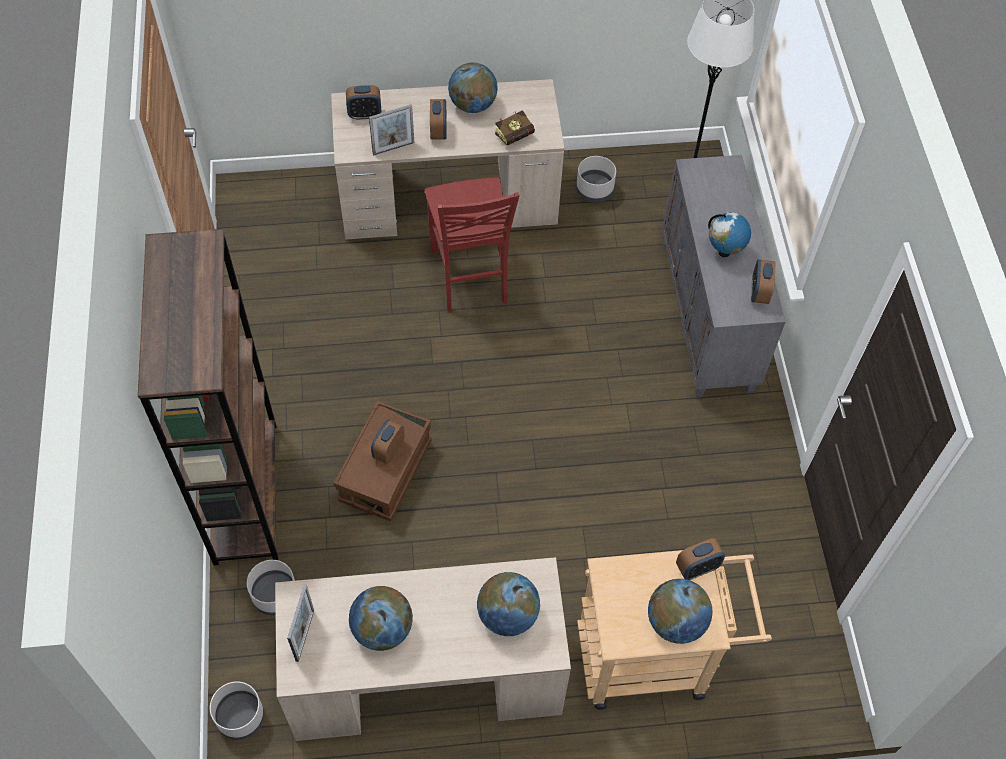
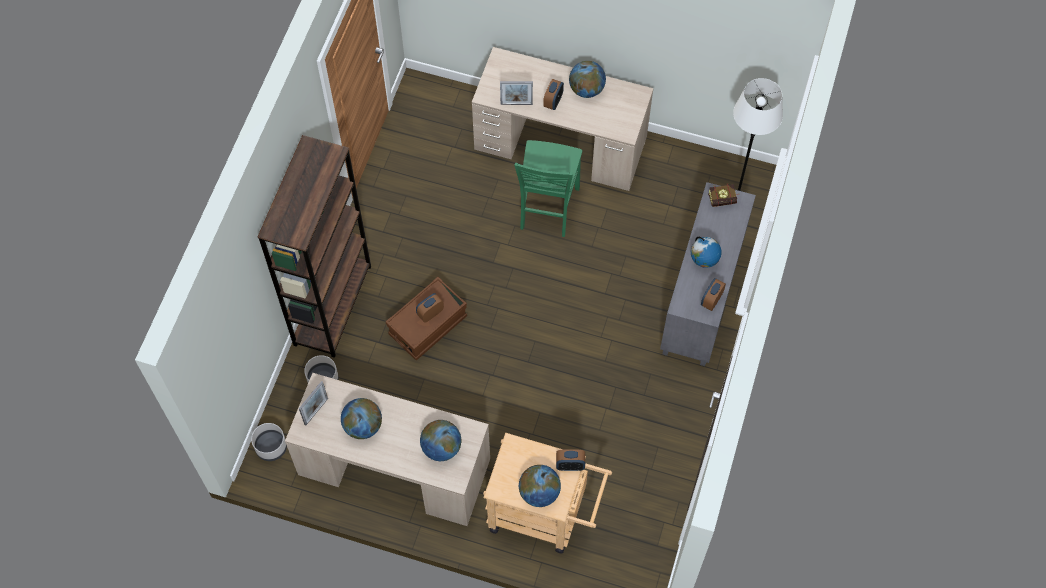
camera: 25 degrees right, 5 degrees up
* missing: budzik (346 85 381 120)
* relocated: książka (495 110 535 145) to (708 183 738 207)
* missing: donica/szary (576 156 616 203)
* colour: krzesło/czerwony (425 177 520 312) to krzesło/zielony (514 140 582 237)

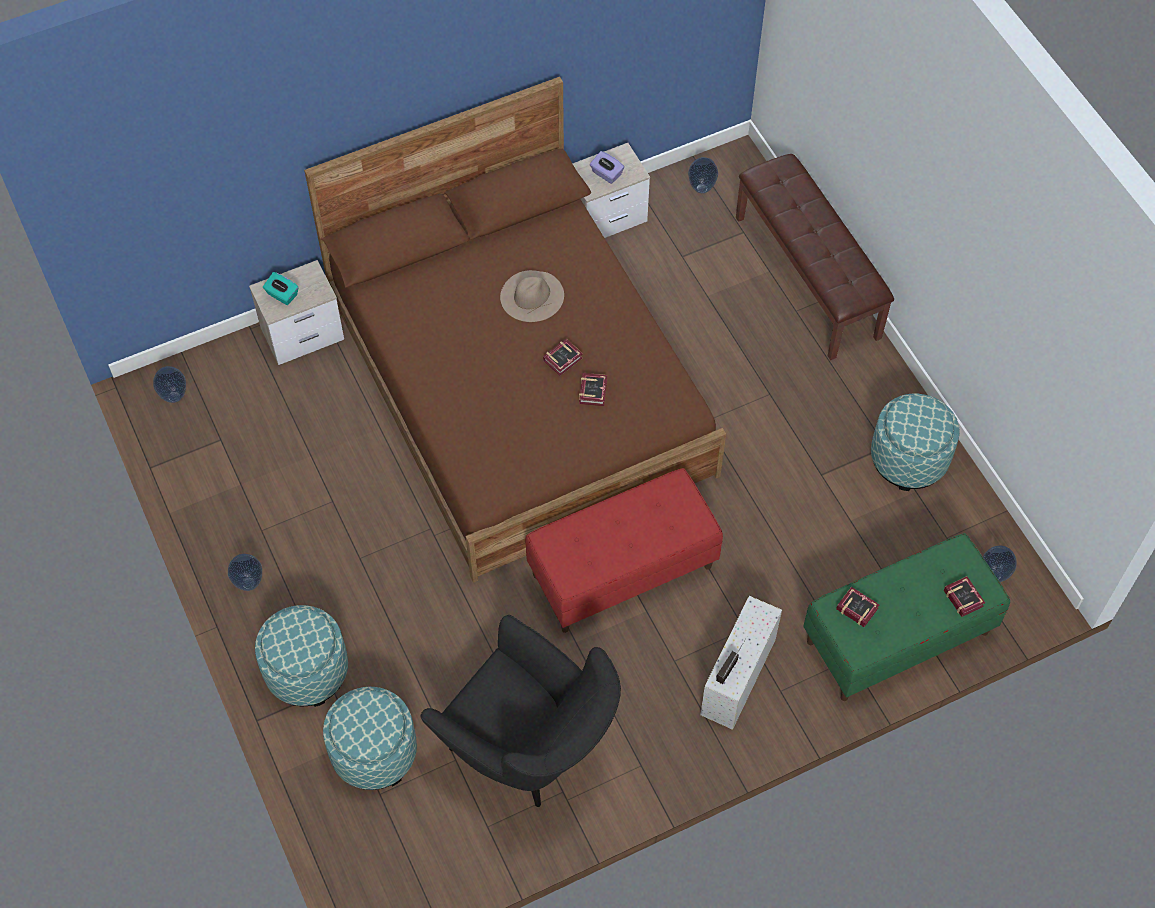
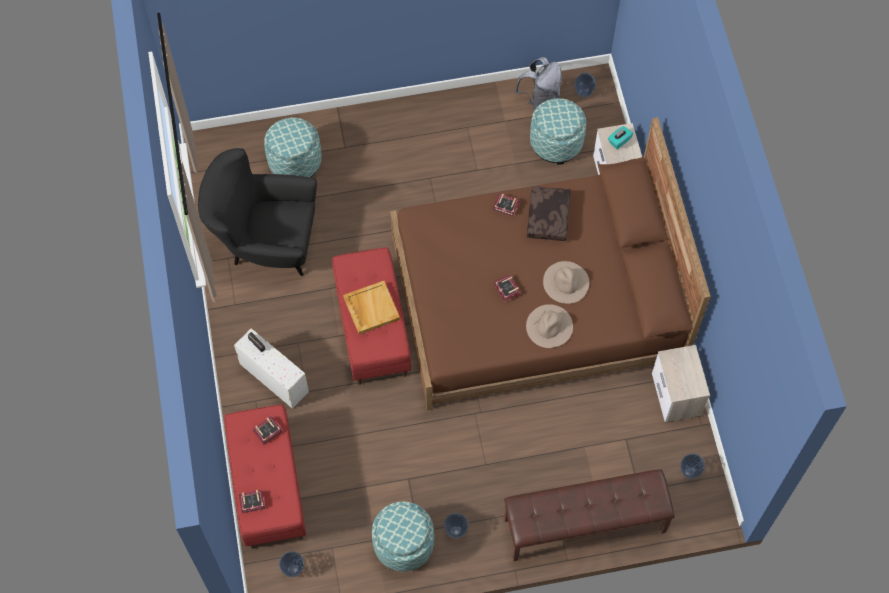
camera: 105 degrees right, 5 degrees up
* missing: pudełko chusteczek/fioletowy (590 151 624 184)
* relocated: książka (579 373 607 406) to (493 193 520 217)
* colour: ławka/zielony (803 533 1010 701) to ławka/czerwony (224 405 306 549)
* relocated: wazon (228 554 262 591) to (444 513 469 539)
* relocated: pufa (255 605 348 707) to (530 98 586 165)
* spun: fotel/czarny (420 615 621 807) = (198 148 317 276) 45 degrees clockwise
* appeared: plecak/szary (515 57 562 111)
* appeared: poduszka/brązowy (527 186 571 241)
* appeared: taca/beżowy (343 281 400 334)
* appeared: kapelusz/beżowy (526 304 573 348)

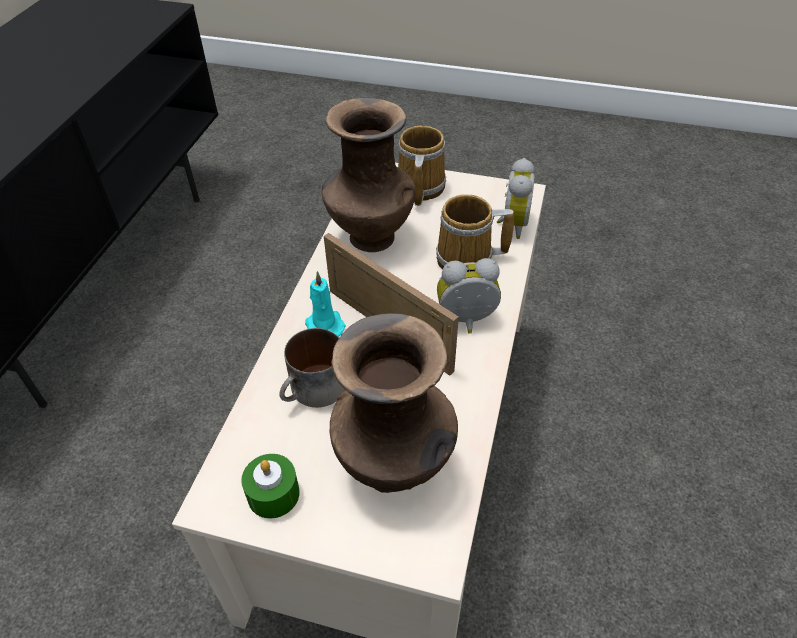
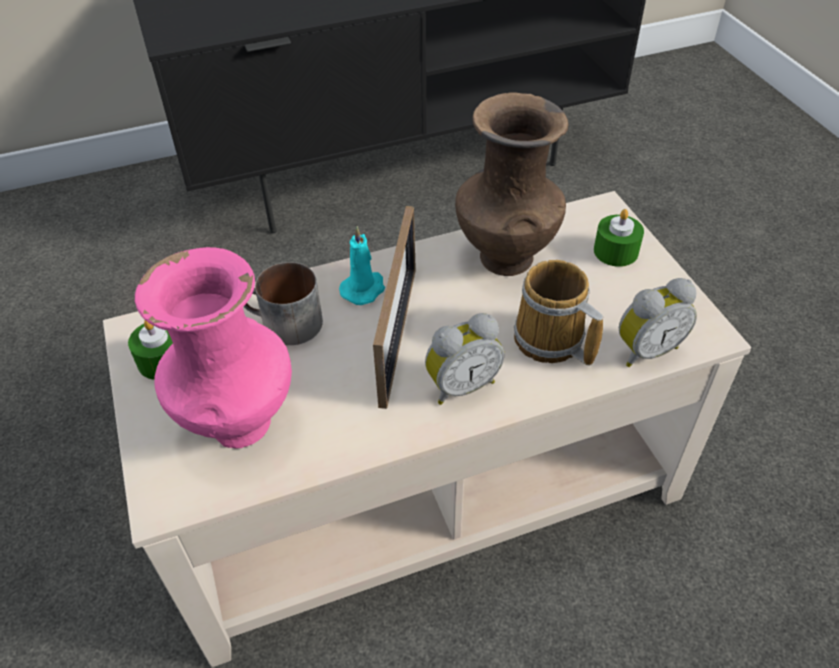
camera: 55 degrees right, 0 degrees up
* exchanged: kubek (398 126 446 206) to świeca/zielony (594 209 644 267)
* spun: budzik (437 258 501 333) = (425 313 504 405) 105 degrees clockwise
* colour: wazon/brązowy (330 313 458 493) to wazon/różowy (135 247 292 449)

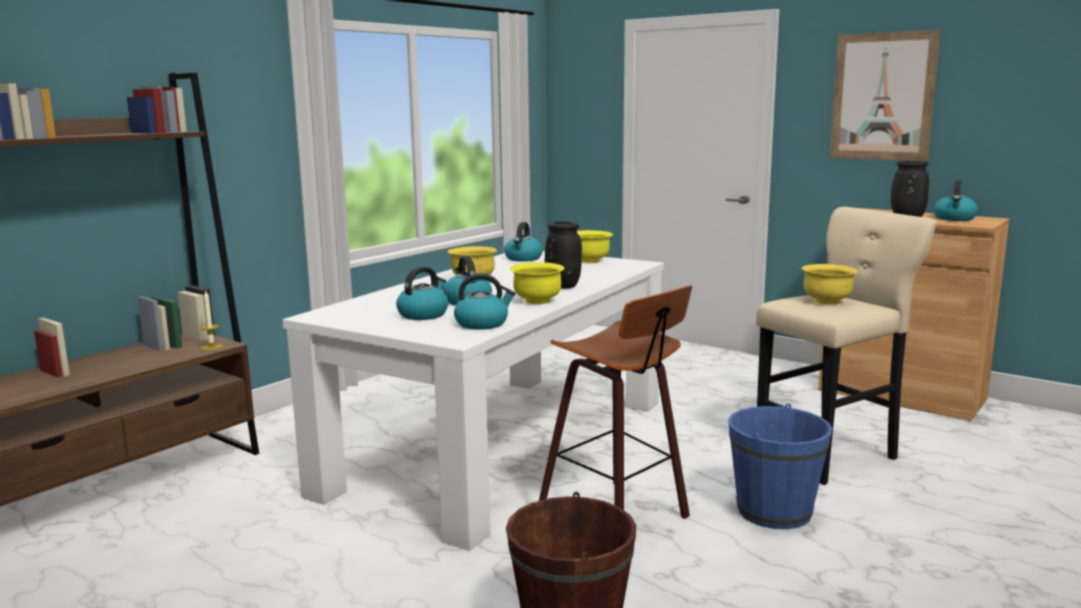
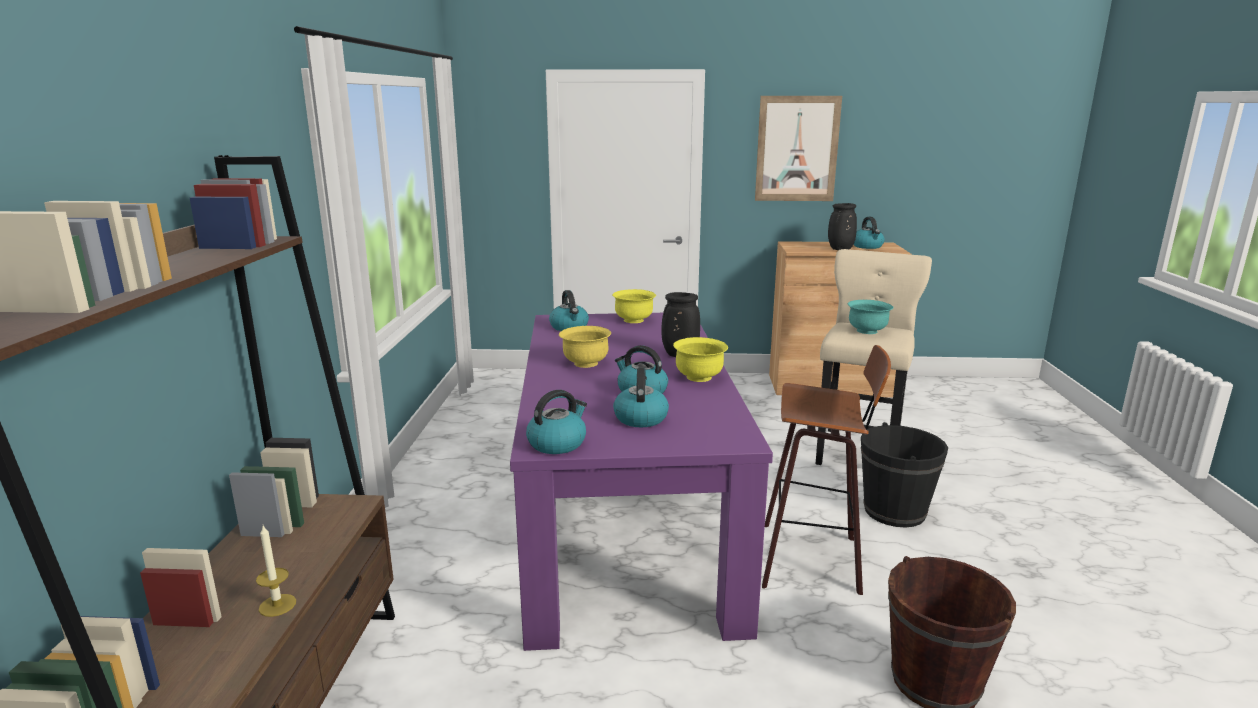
camera: 35 degrees left, 5 degrees up
* colour: stół jadalny/biały (283 251 664 551) to stół jadalny/fioletowy (510 313 773 651)
* colour: miska/żółty (801 264 858 304) to miska/turkusowy (848 300 894 334)
* relocated: czajnik (454 273 516 330) to (526 390 587 454)
* relocated: świeca (200 291 224 351) to (256 526 296 617)
* colour: wiadro/niebieski (728 403 832 529) to wiadro/czarny (861 422 948 528)

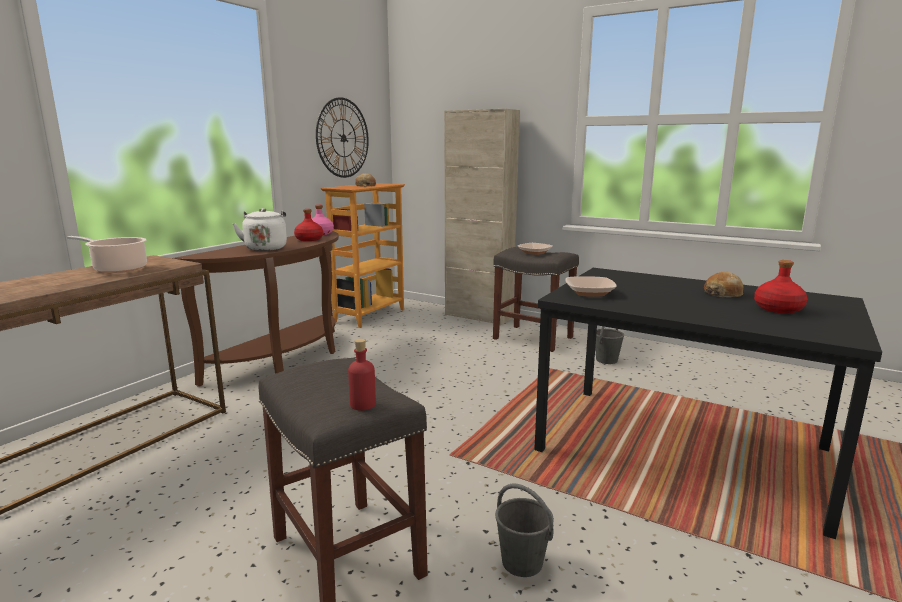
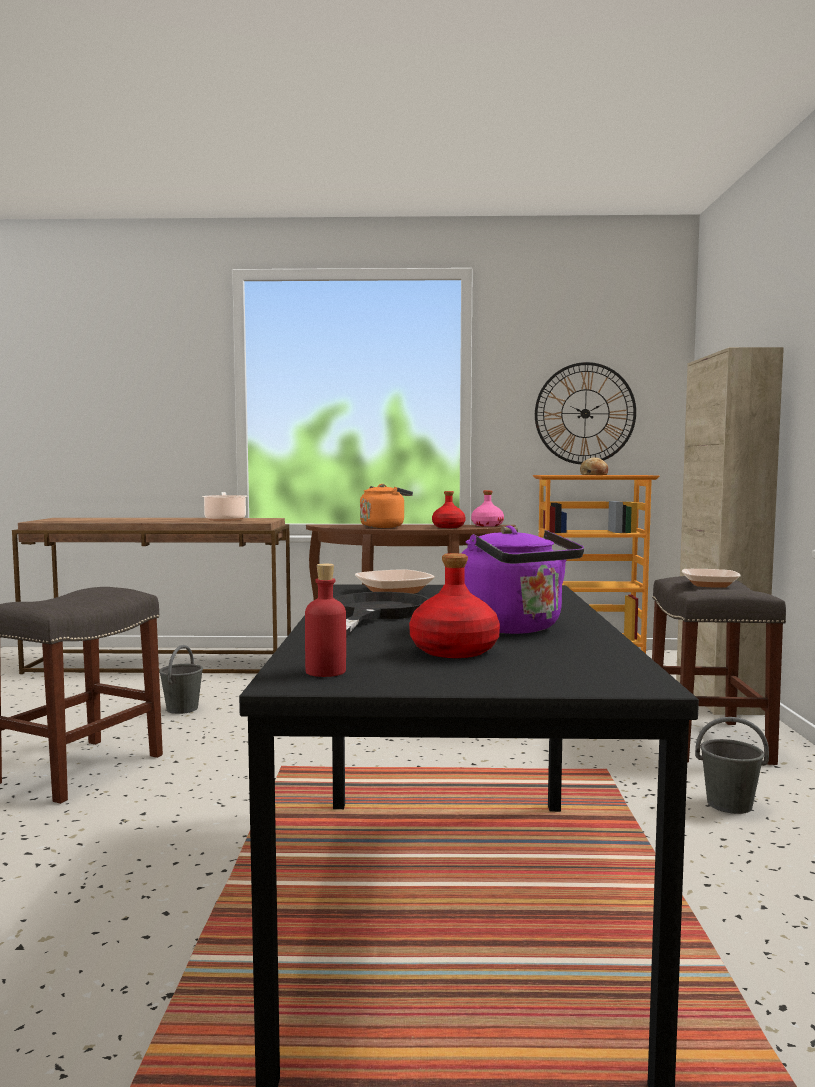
camera: 60 degrees right, 10 degrees down
* colour: czajnik/biały (233 208 287 251) to czajnik/pomarańczowy (360 484 413 528)
* exchanged: chleb (704 272 743 297) to czajnik/fioletowy (461 525 584 634)
* relocated: butelka/czerwony (348 339 376 410) to (305 564 346 677)
* relocated: wiadro/szary (495 483 554 577) to (159 645 203 714)
* appeared: patelnia/czarny (334 592 429 636)

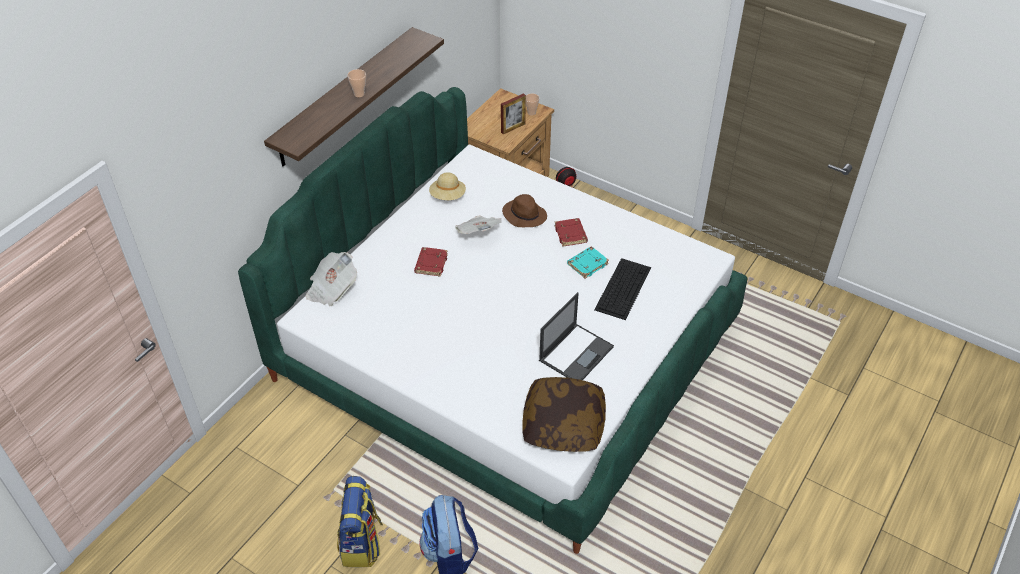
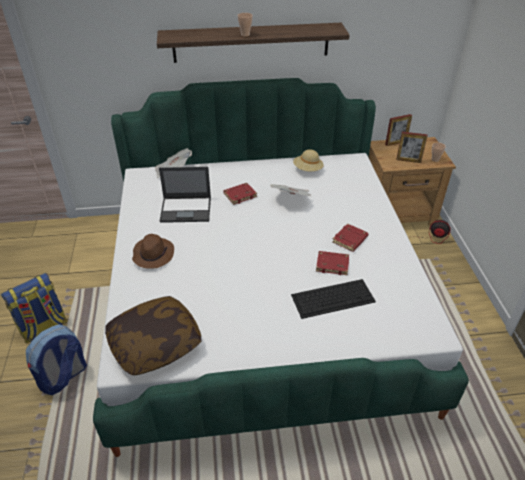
camera: 50 degrees right, 5 degrees down
* relocated: kapelusz/brązowy (502 194 547 227) to (132 234 174 269)
* colour: książka/turkusowy (567 247 609 278) to książka/czerwony (316 251 349 275)
* relocated: laptop (539 292 614 380) to (159 167 211 223)
* appeared: ramka na zdjęcie (385 114 412 146)

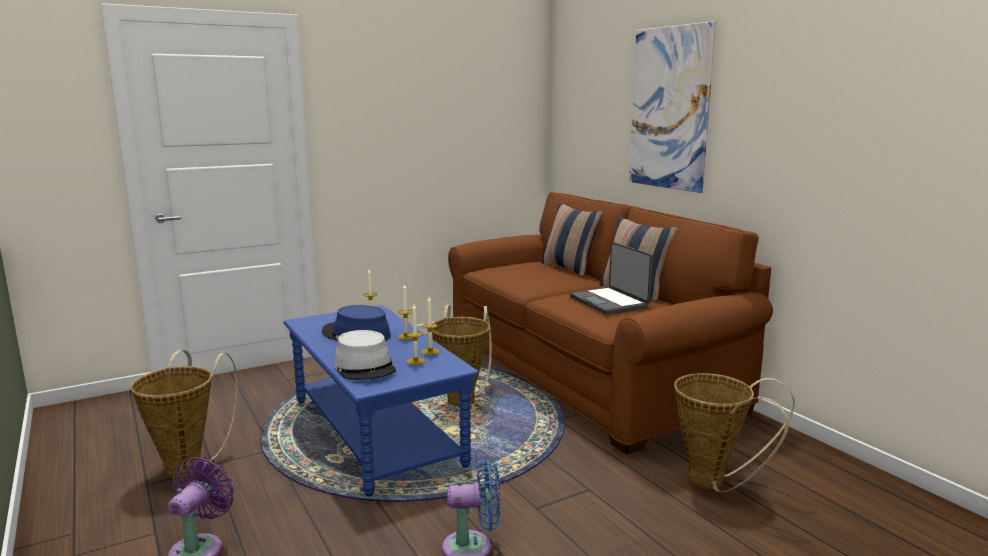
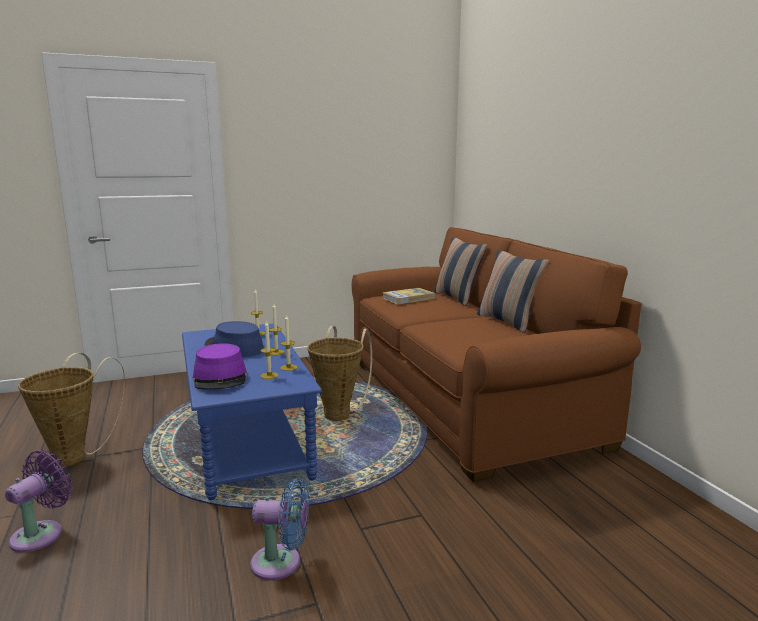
camera: 10 degrees right, 0 degrees up
* missing: obraz (629 21 716 193)
* missing: laptop (570 242 653 314)
* colour: kapelusz/szary (334 330 396 380) to kapelusz/fioletowy (193 343 247 390)
* missing: koszyk (674 373 795 492)
* appeared: książka (382 288 435 304)

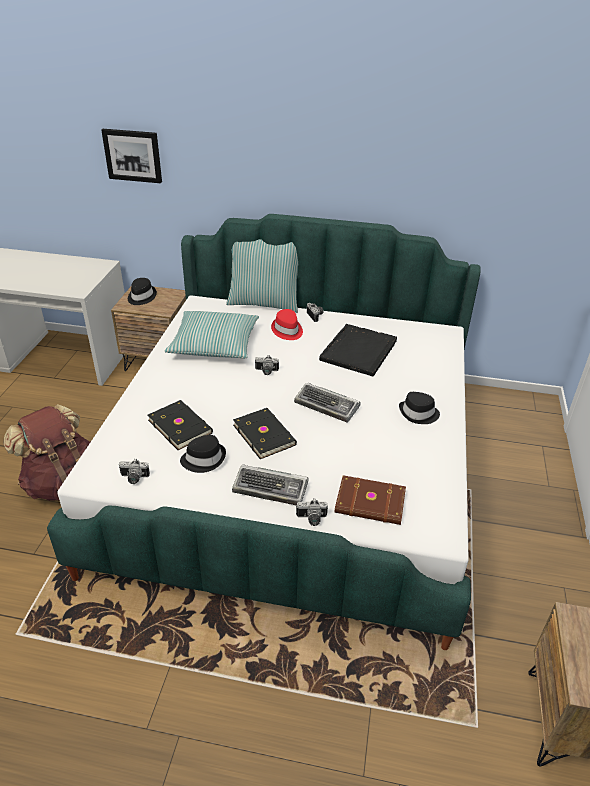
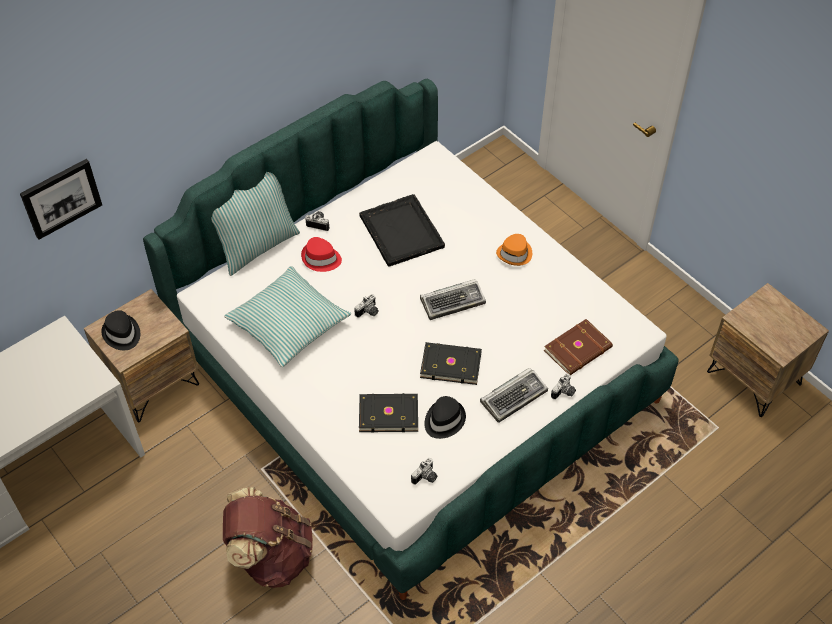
camera: 50 degrees left, 15 degrees up
* colour: kapelusz/czarny (399 392 440 424) to kapelusz/pomarańczowy (496 234 532 266)

